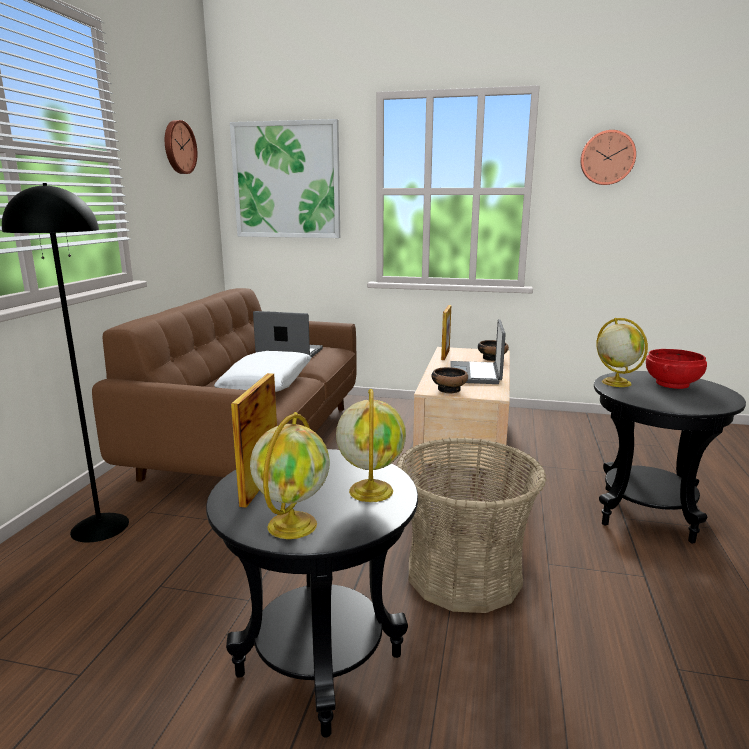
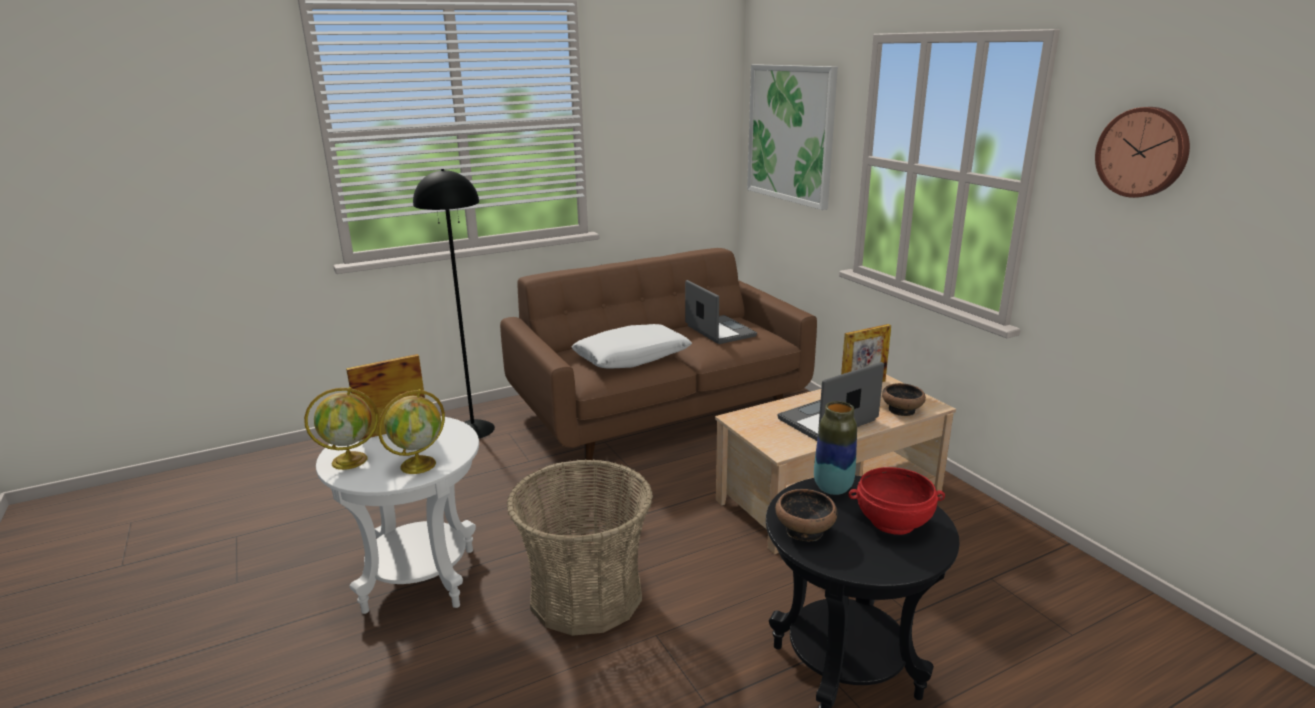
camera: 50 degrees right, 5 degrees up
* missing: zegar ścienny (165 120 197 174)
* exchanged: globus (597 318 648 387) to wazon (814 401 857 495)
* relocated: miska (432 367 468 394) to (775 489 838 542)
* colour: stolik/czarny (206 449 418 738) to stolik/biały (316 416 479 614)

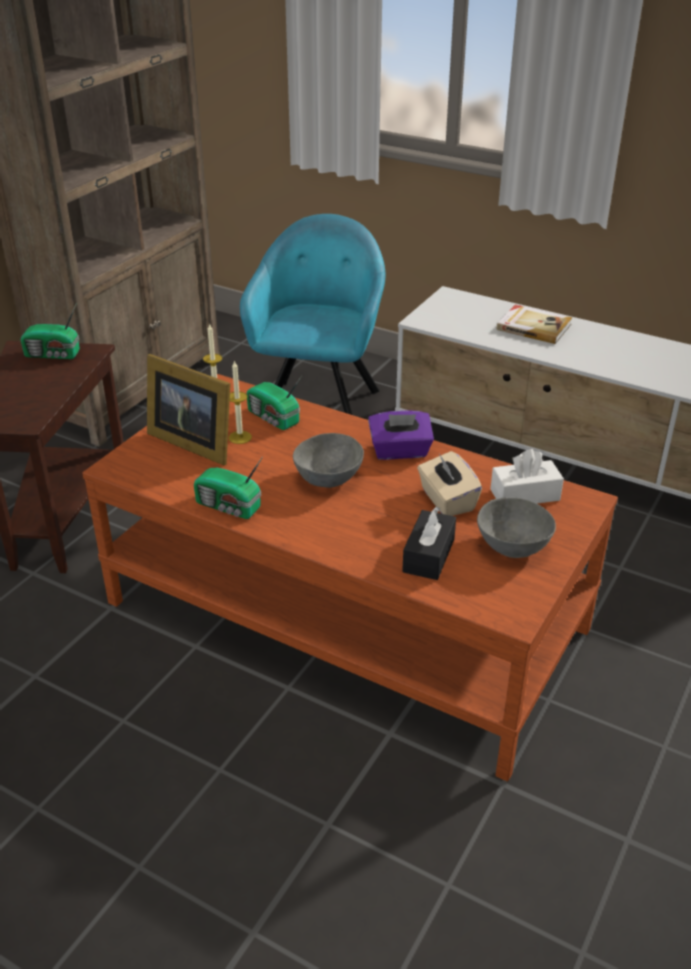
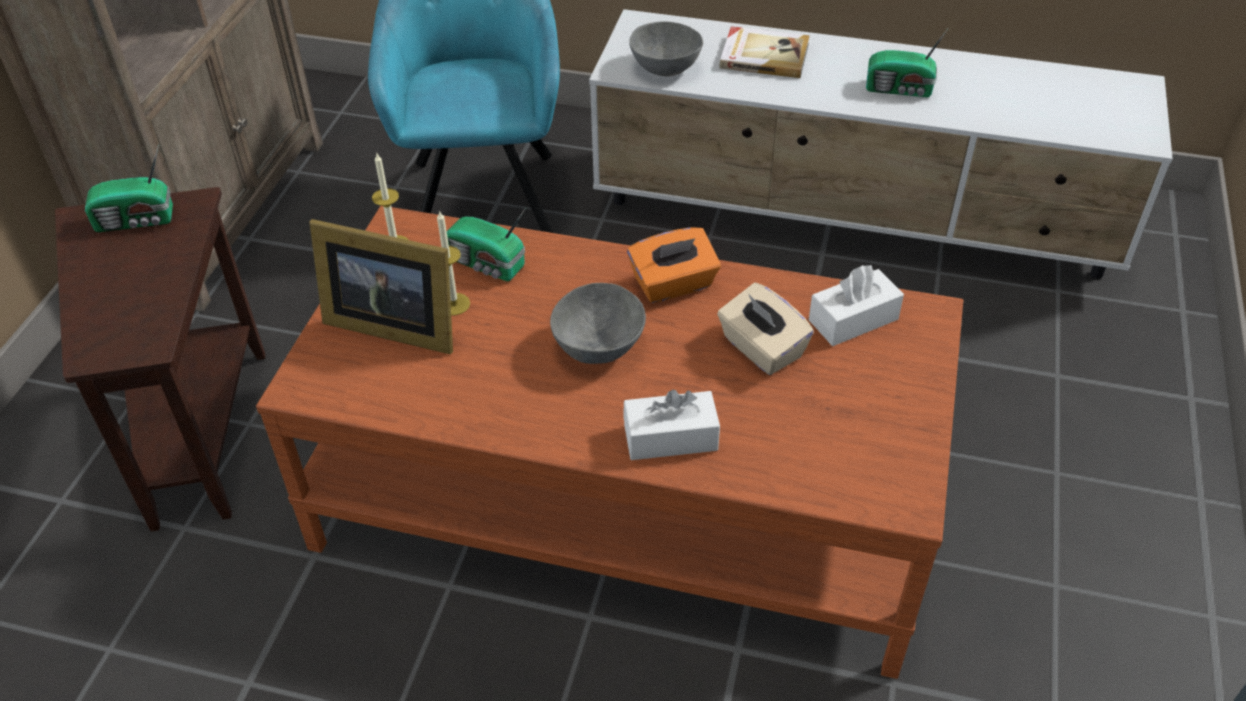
camera: 15 degrees left, 10 degrees up
* colour: pudełko chusteczek/fioletowy (368 410 434 460) to pudełko chusteczek/pomarańczowy (627 228 721 303)
* relocated: radio (194 456 263 519) to (866 27 949 97)
* relocated: miska/szary (477 497 556 558) to (629 22 703 76)
* missing: pudełko chusteczek/czarny (402 506 456 580)
* appeared: pudełko chusteczek/biały (623 390 720 460)

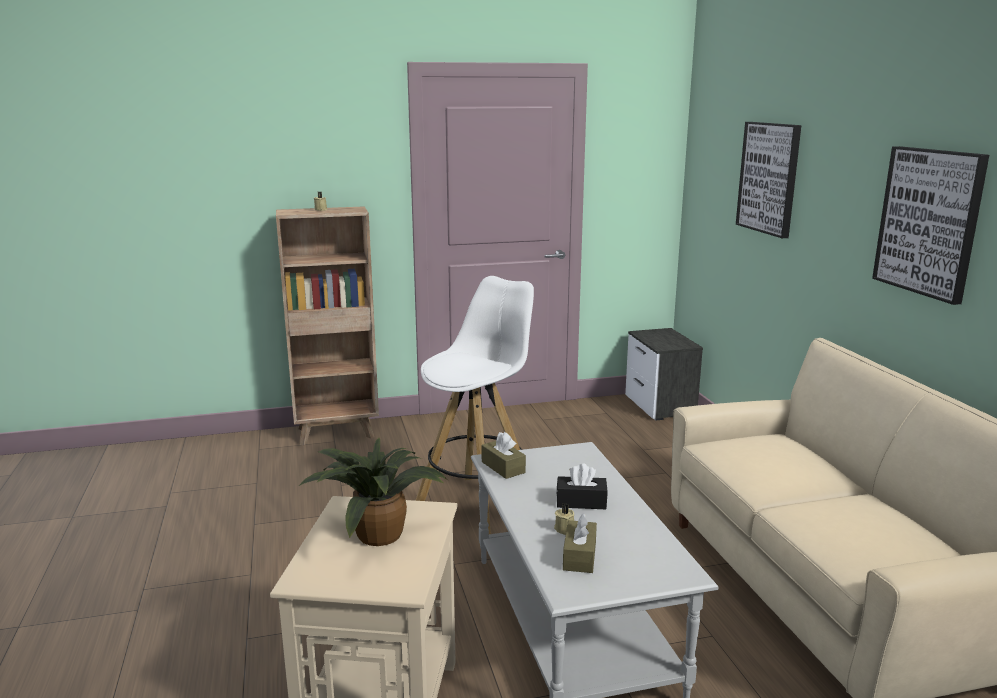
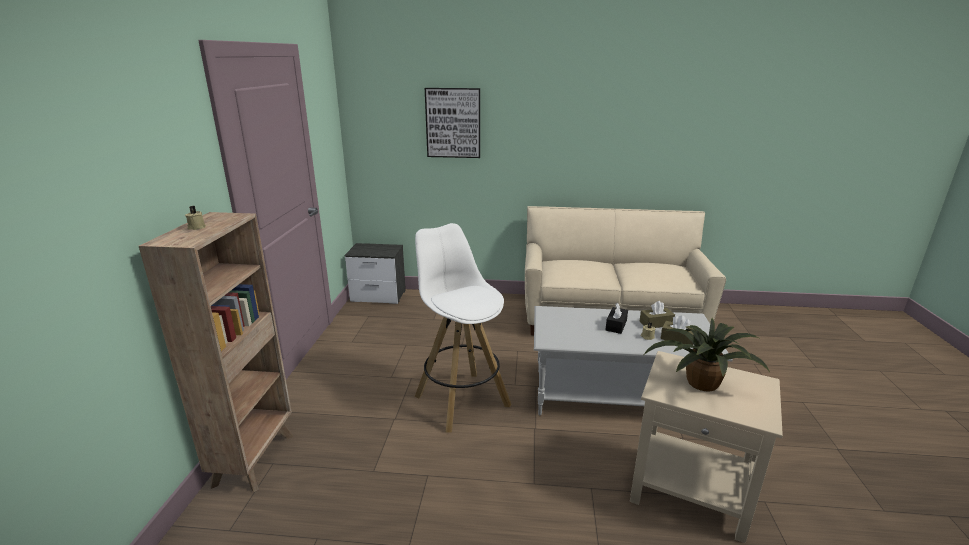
camera: 70 degrees left, 5 degrees up
* missing: obraz (872 146 989 305)
* relocated: pudełko chusteczek/brązowy (482 432 526 479) to (639 301 675 328)

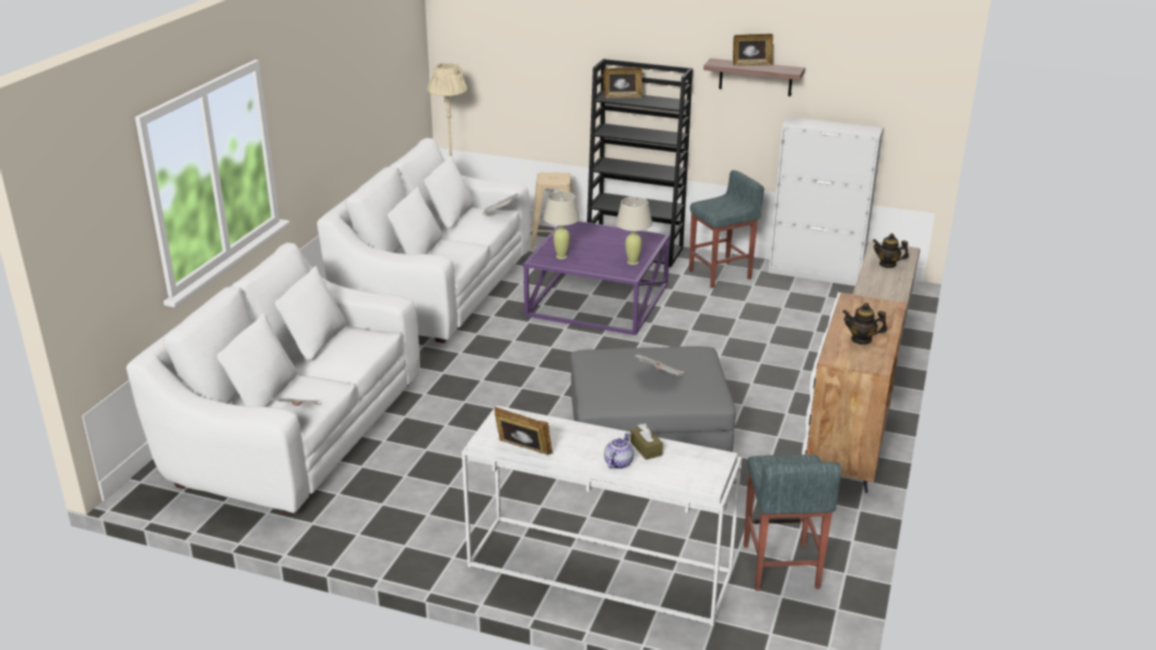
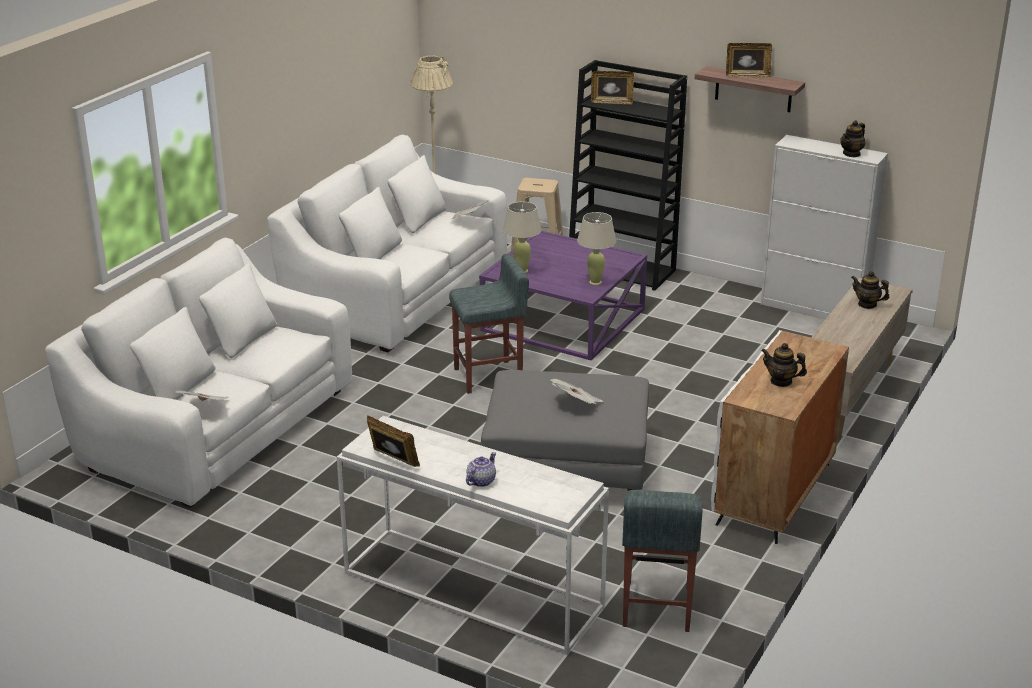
camera: 10 degrees right, 0 degrees up
* relocated: stołek/szary (689 170 764 288) to (449 254 529 394)
* missing: pudełko chusteczek/brązowy (630 423 663 460)
* appeared: imbryk (840 120 865 157)

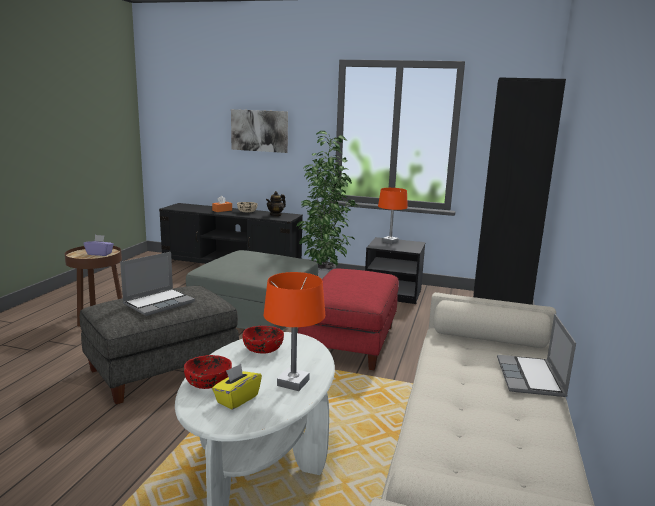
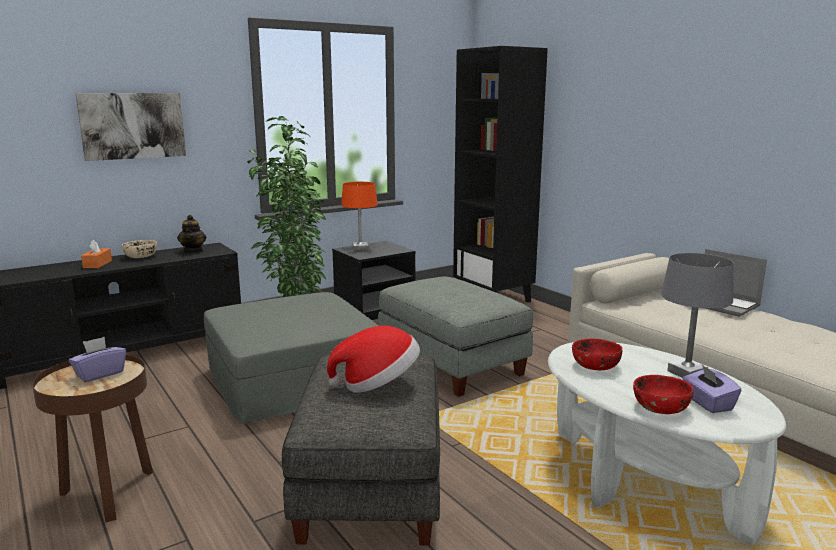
camera: 50 degrees left, 0 degrees up
* exchanged: laptop (120 252 195 316) to kapelusz (327 325 420 393)
* colour: pufa/czerwony (298 268 399 370) to pufa/szary (378 276 533 397)
* colour: lampa stołowa/pomarańczowy (264 272 325 391) to lampa stołowa/szary (661 253 734 378)
* colour: pudełko chusteczek/żółty (212 364 262 410) to pudełko chusteczek/fioletowy (682 364 742 413)

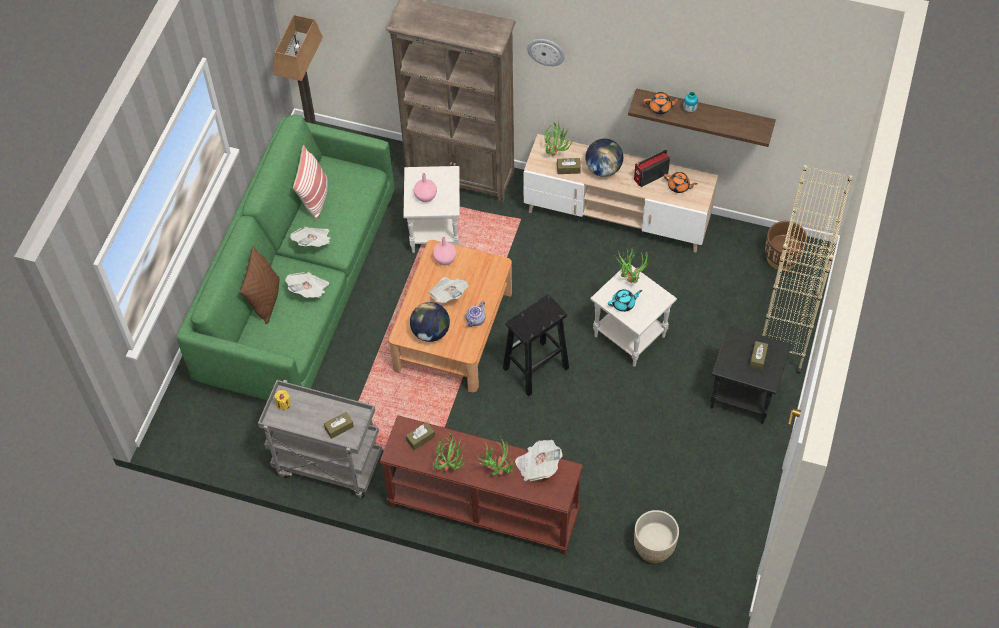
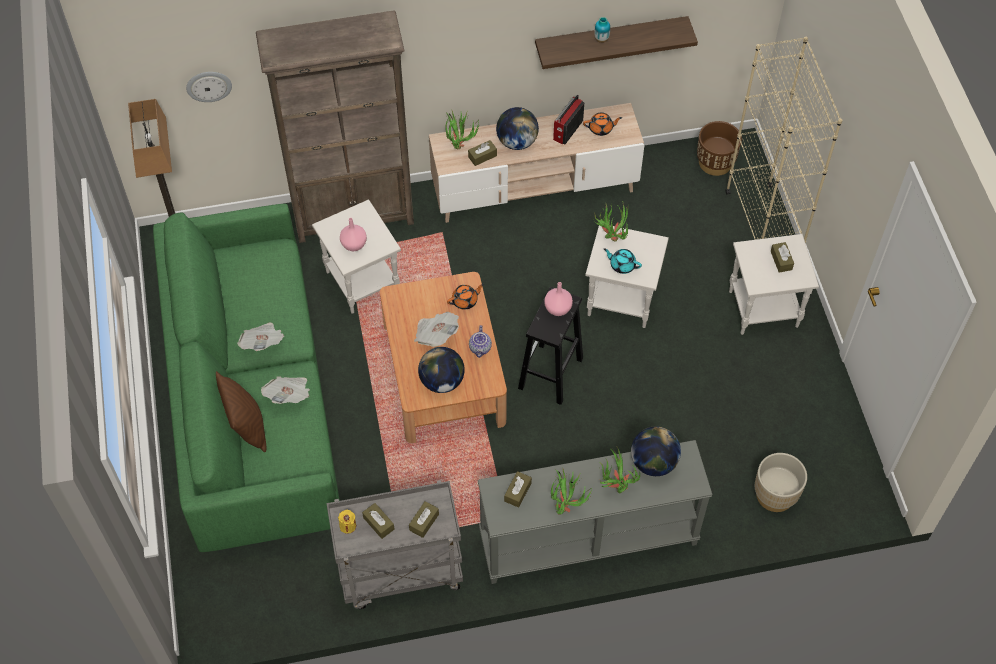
camera: 30 degrees left, 0 degrees up
* relocated: zegar ścienny (527 39 565 66) to (186 72 232 102)
* relocated: imbryk/pomarańczowy (643 92 681 114) to (447 284 484 310)
* missing: poduszka (293 145 328 221)
* relocated: wazon/różowy (433 236 457 265) to (544 282 573 316)
* spun: imbryk/turkusowy (608 289 642 312) = (604 248 642 274) 105 degrees counterclockwise
* colour: stolik/czarny (711 326 791 424) to stolik/biały (729 234 819 335)
* colour: stolik konsolowy/brązowy (380 415 583 555) to stolik konsolowy/szary (478 440 713 584)
* exchanged: gazeta (515 440 562 481) to globus (631 426 681 476)
* appeared: pudełko chusteczek/brązowy (362 503 394 539)

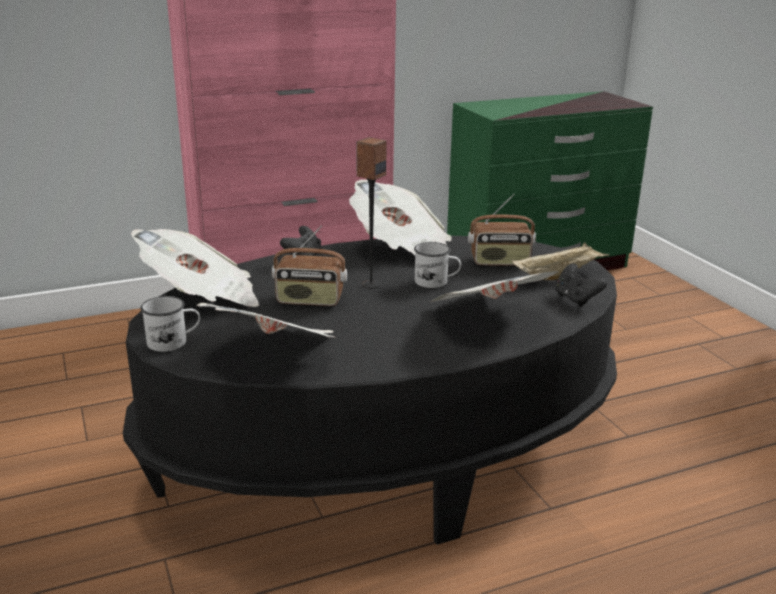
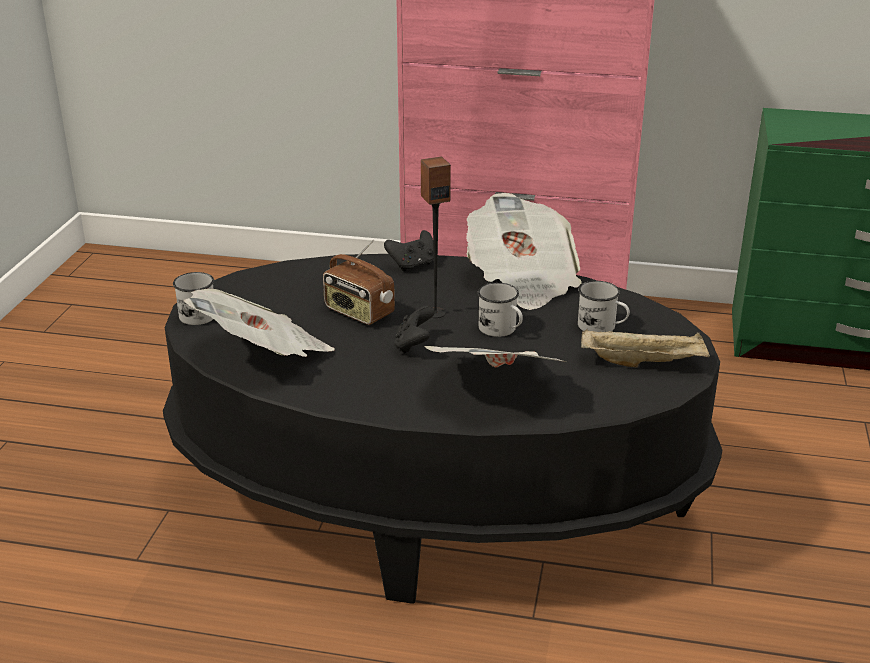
camera: 35 degrees right, 5 degrees up
* exchanged: radio (468 194 536 265) to kubek/biały (578 281 630 332)
* missing: gazeta (131 229 259 307)
* relocated: pad do gier/czarny (555 263 607 307) to (394 306 435 354)

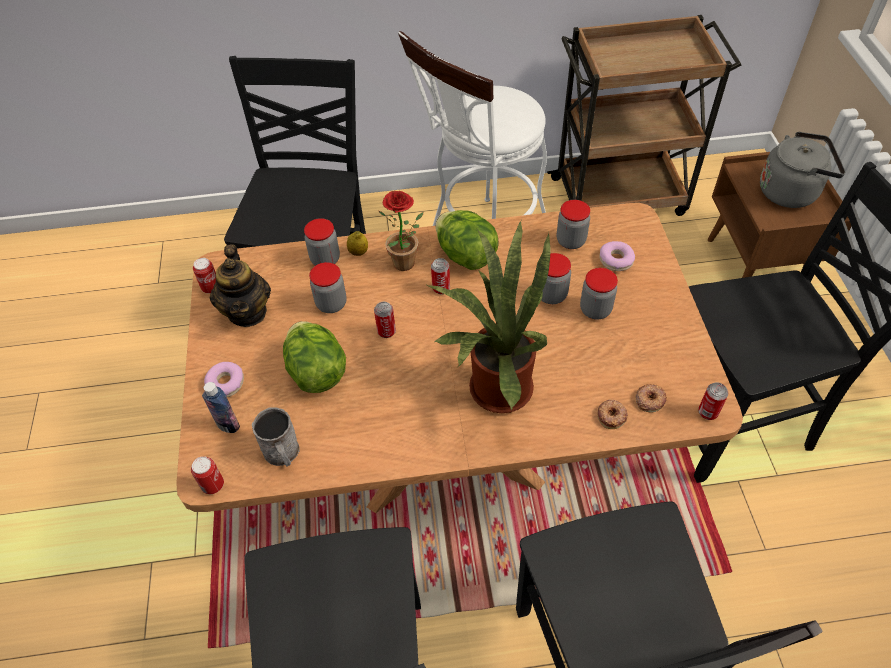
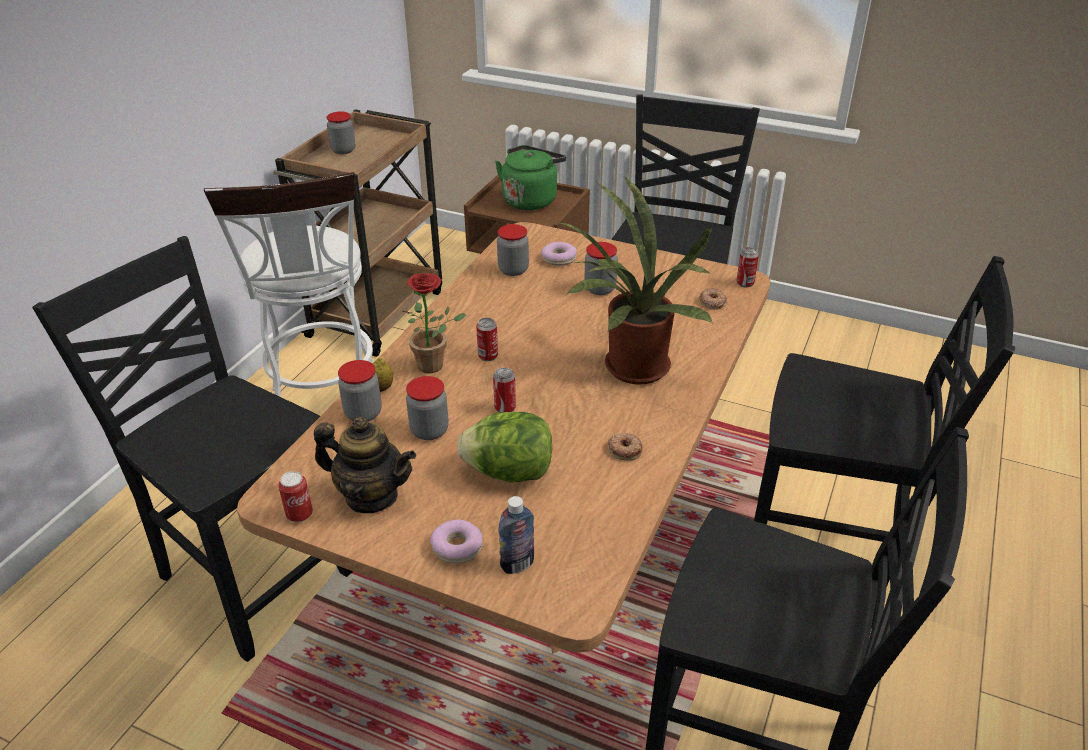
camera: 60 degrees left, 15 degrees down
* colour: czajnik/szary (760 132 845 208) to czajnik/zielony (495 145 566 210)
* missing: sałata (435 210 499 270)
* relocated: słoik (541 253 571 304) to (327 111 355 154)
* relocated: donut (597 399 628 429) to (608 433 643 461)
* missing: kubek/szary (252 407 299 466)
* missing: puszka (191 456 224 494)

